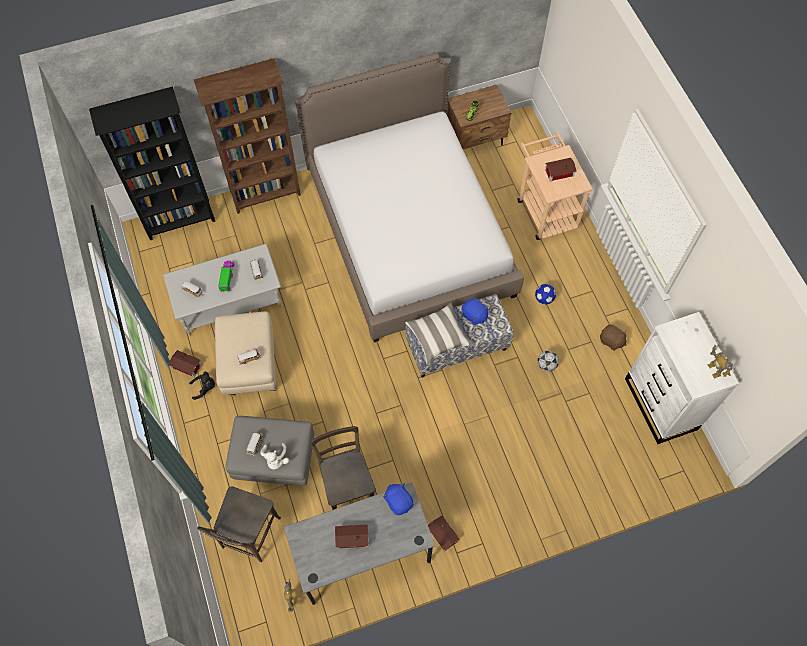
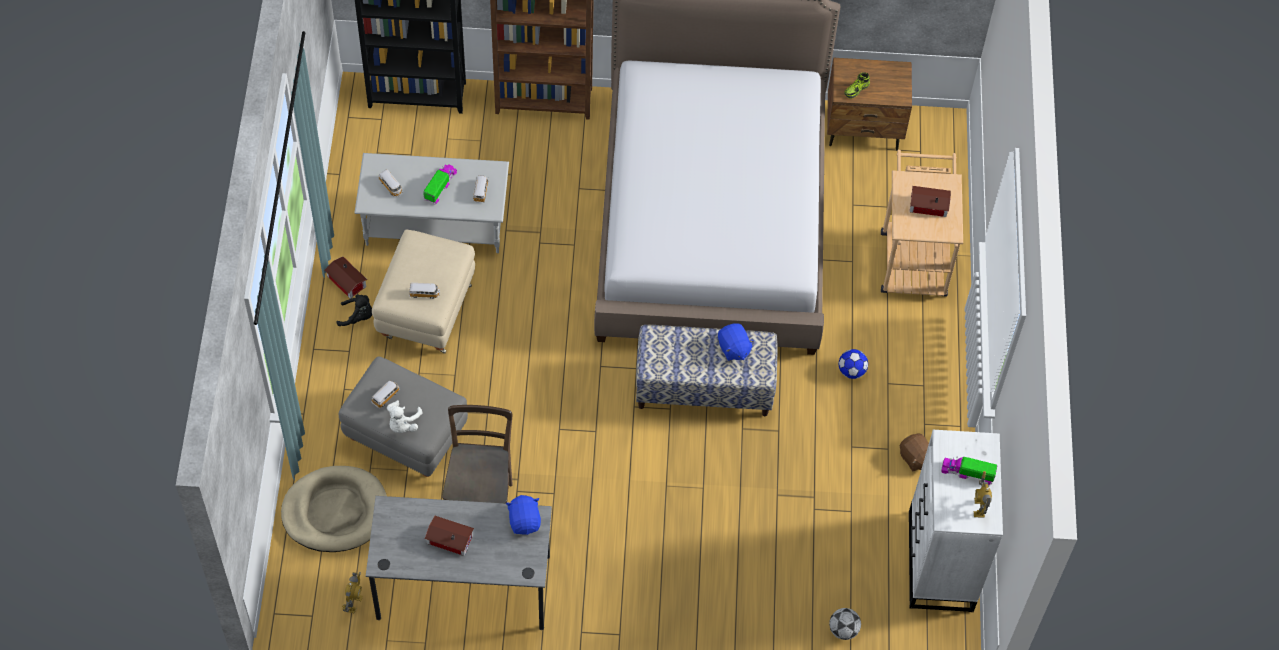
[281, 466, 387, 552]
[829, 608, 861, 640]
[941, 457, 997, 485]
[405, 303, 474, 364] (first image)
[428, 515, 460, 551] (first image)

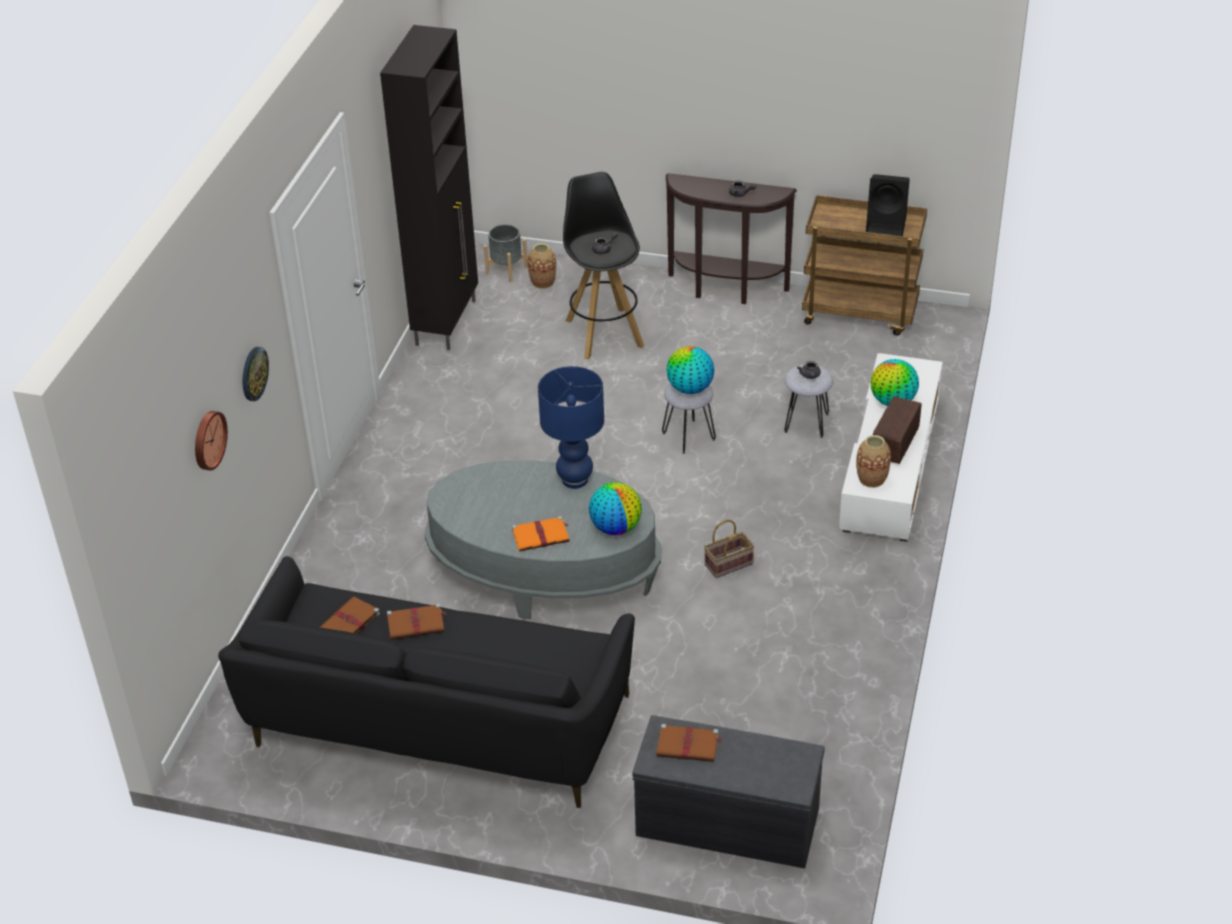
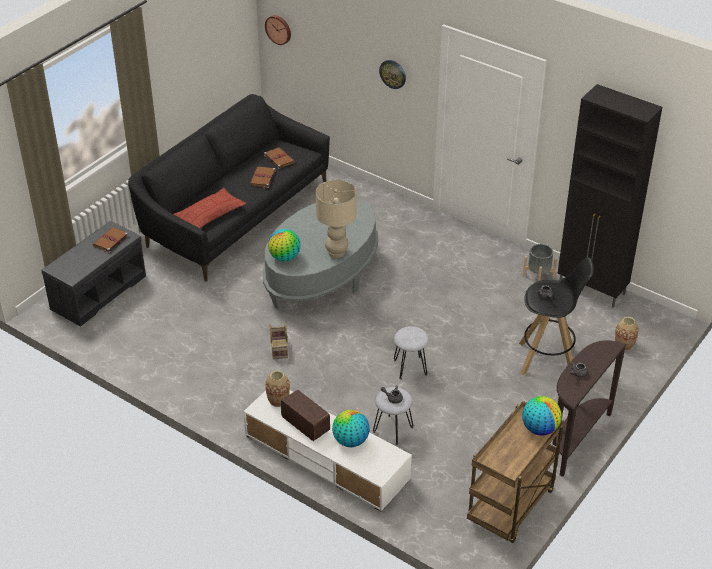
[174, 188, 247, 228]
[265, 15, 291, 45]
[315, 180, 357, 258]
[522, 396, 562, 436]
[523, 244, 557, 281]
[512, 516, 569, 551] (first image)
[866, 174, 910, 236] (first image)

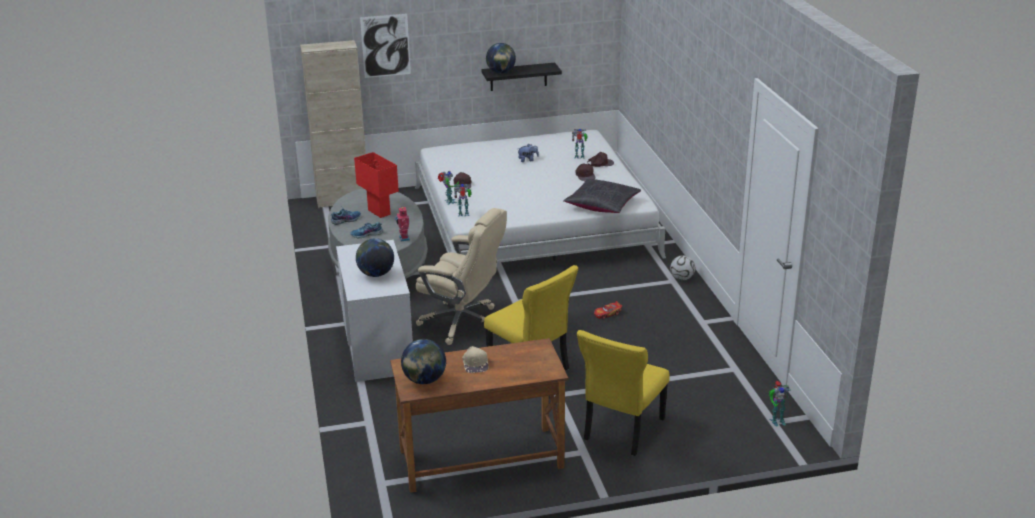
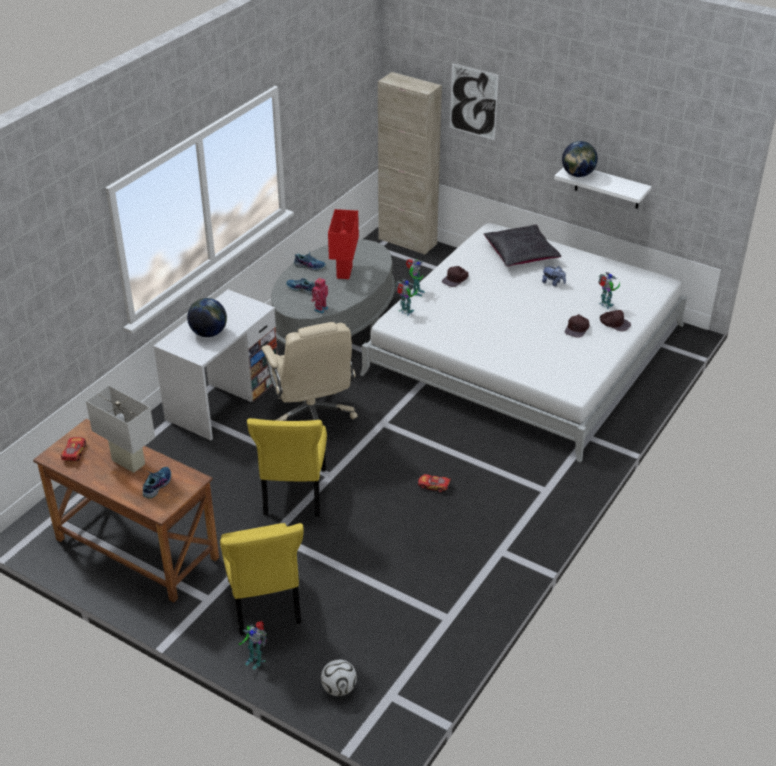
[61, 437, 86, 461]
[86, 385, 155, 473]
[143, 467, 171, 499]
[220, 523, 304, 636]
[239, 621, 267, 670]
[321, 659, 357, 696]
[484, 225, 561, 266]
[554, 167, 652, 209]

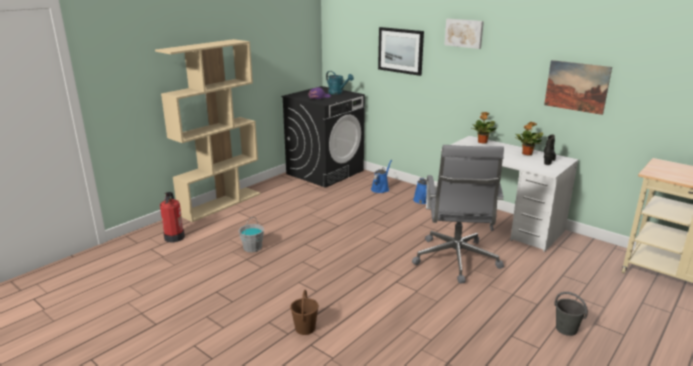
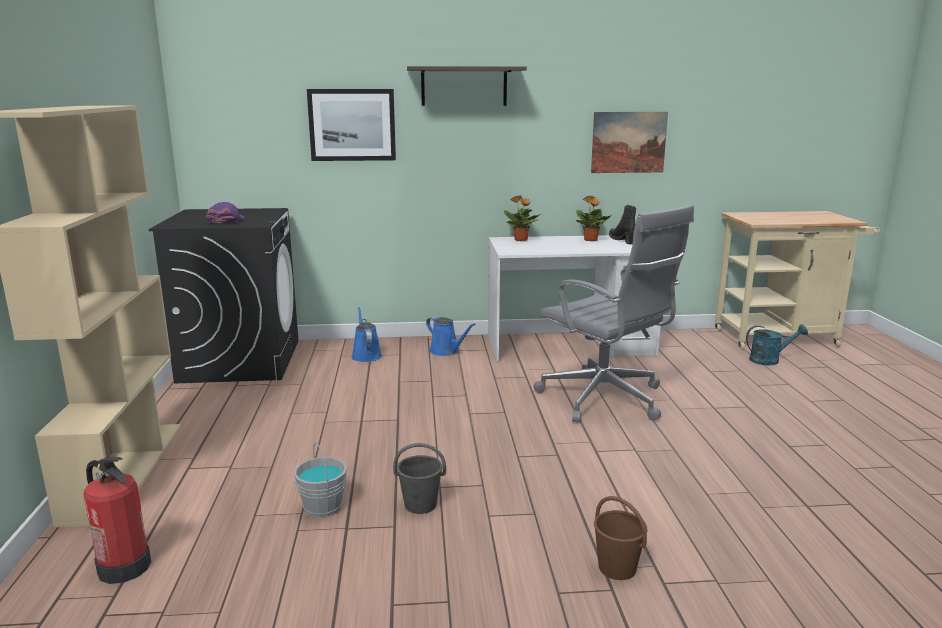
[393, 443, 446, 514]
[407, 66, 527, 106]
[746, 324, 808, 365]

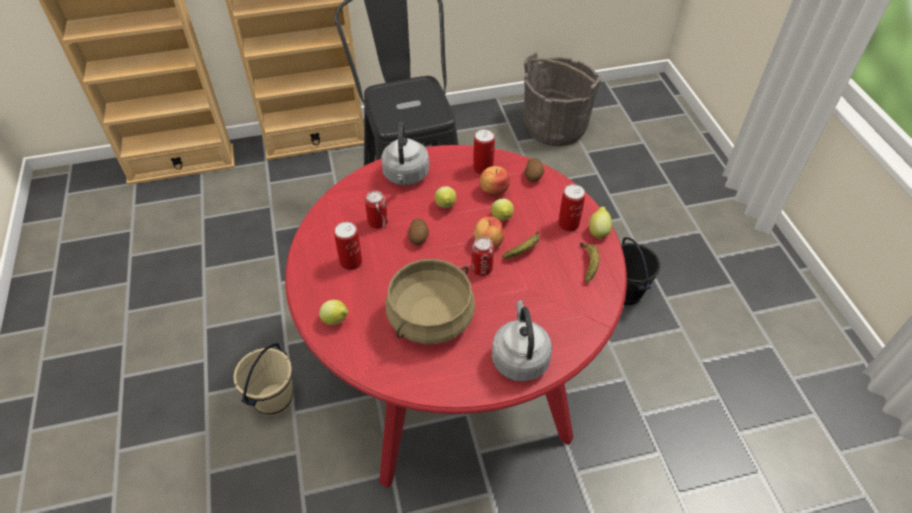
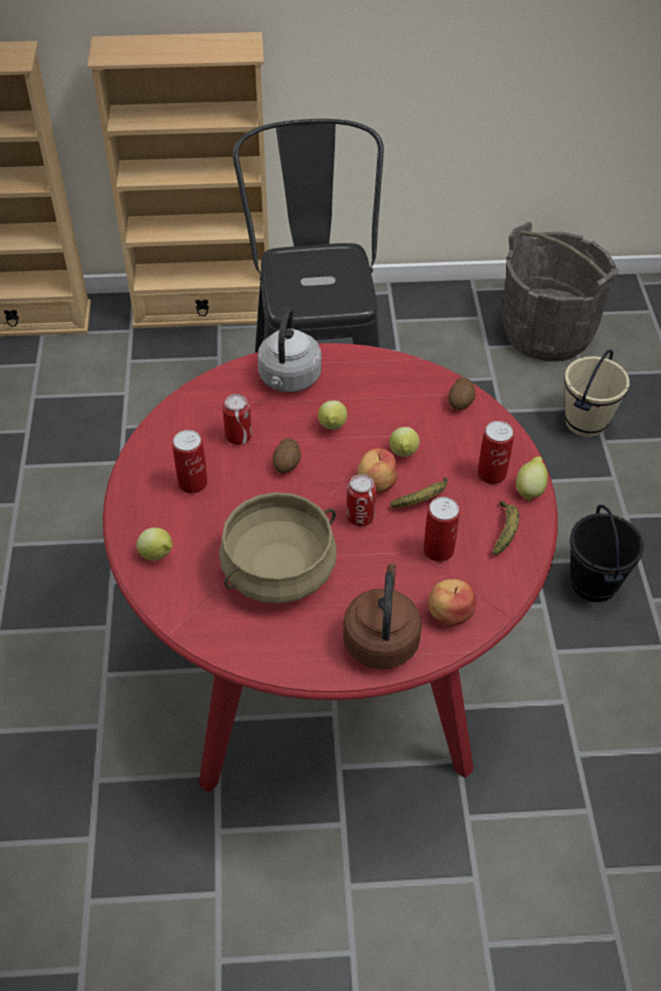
[343, 564, 422, 669]
[424, 497, 460, 562]
[428, 579, 477, 626]
[564, 350, 630, 437]

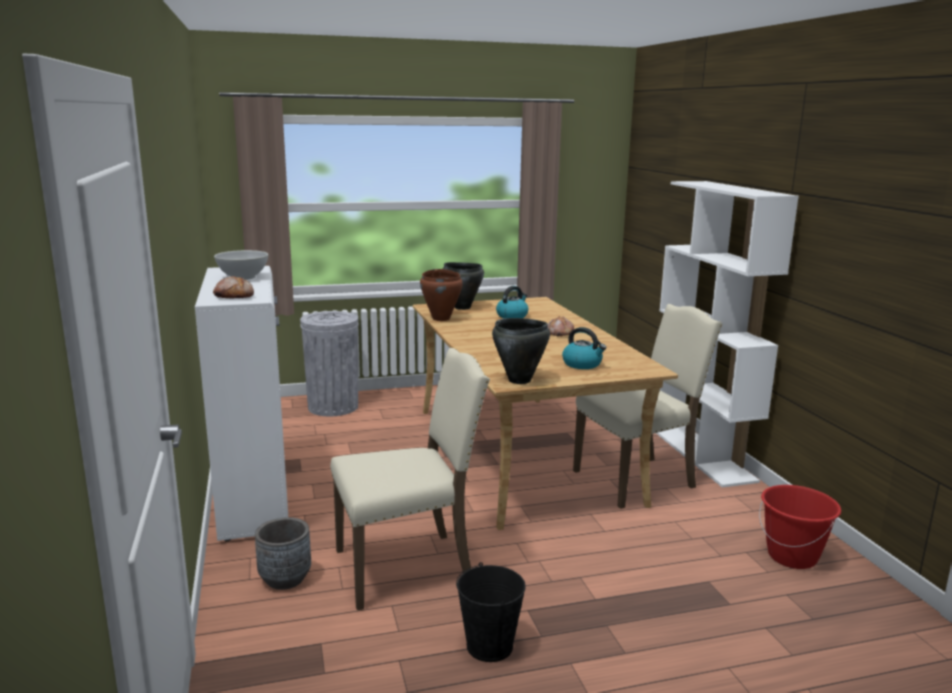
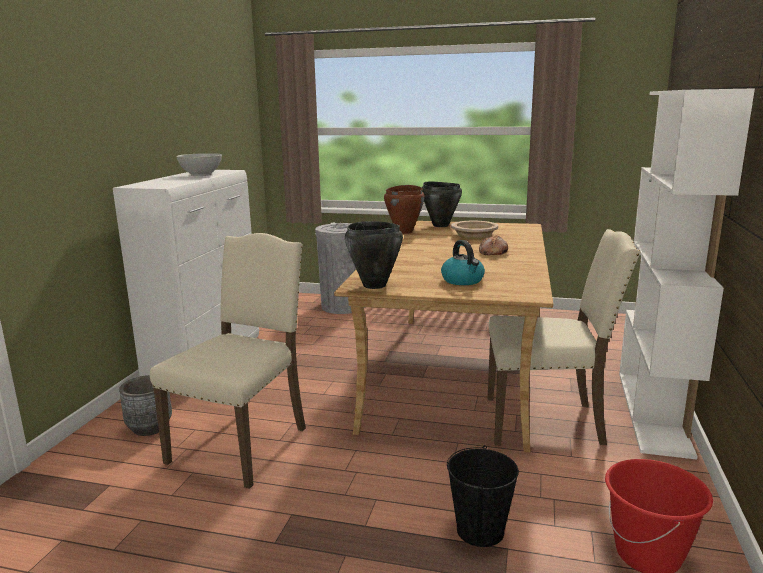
[150, 233, 306, 489]
[447, 445, 519, 547]
[451, 221, 498, 239]
[213, 276, 254, 299] (first image)

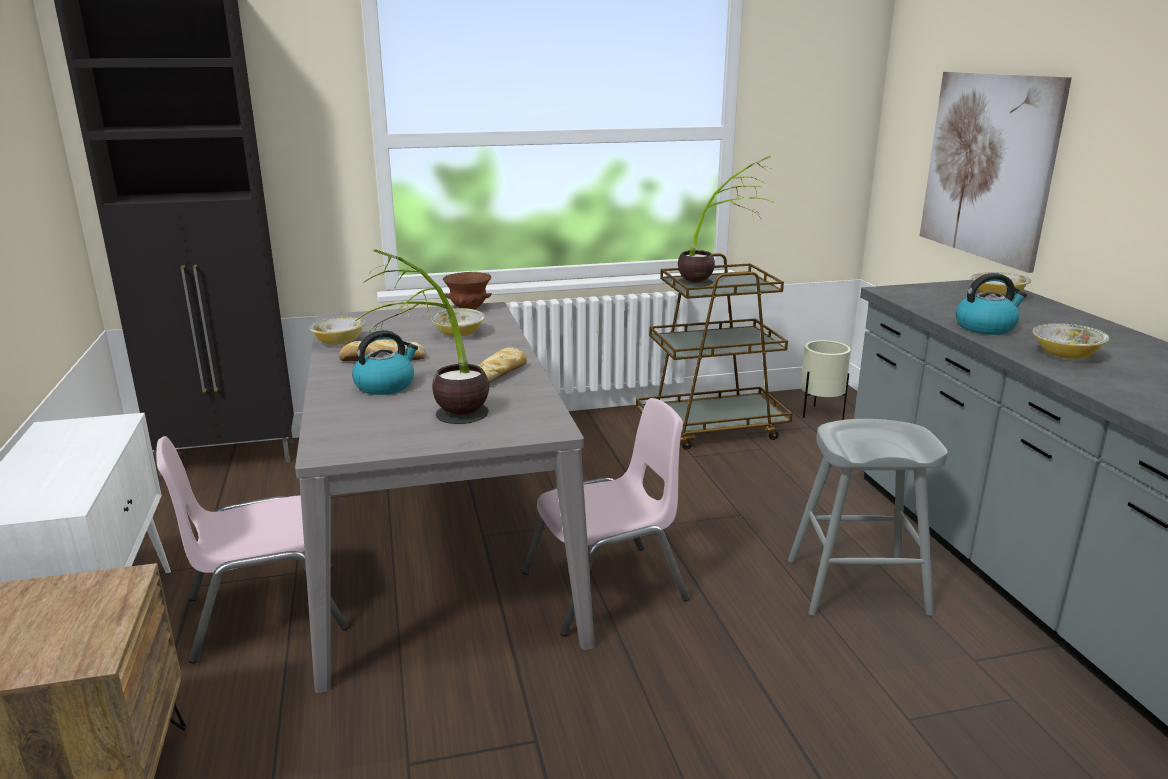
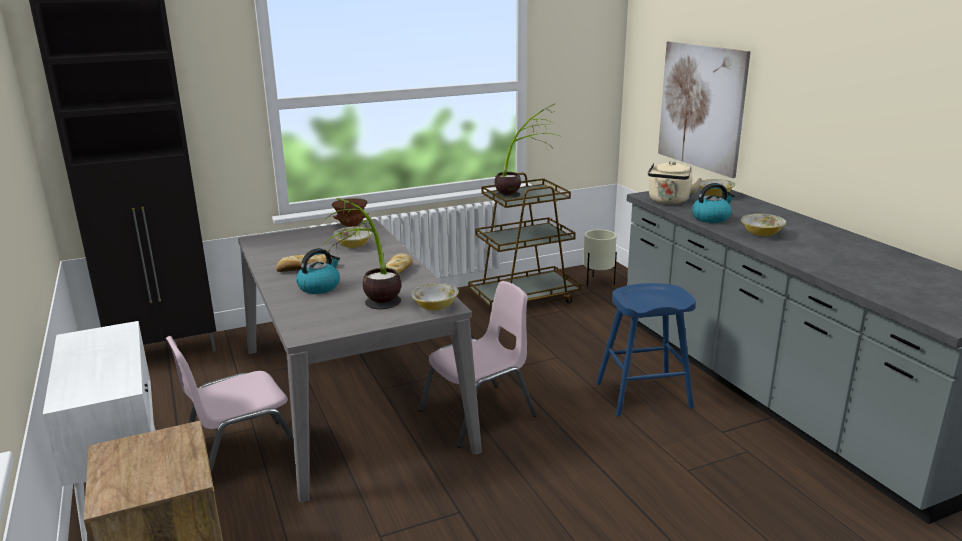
[411, 283, 459, 310]
[596, 283, 696, 417]
[648, 161, 702, 205]

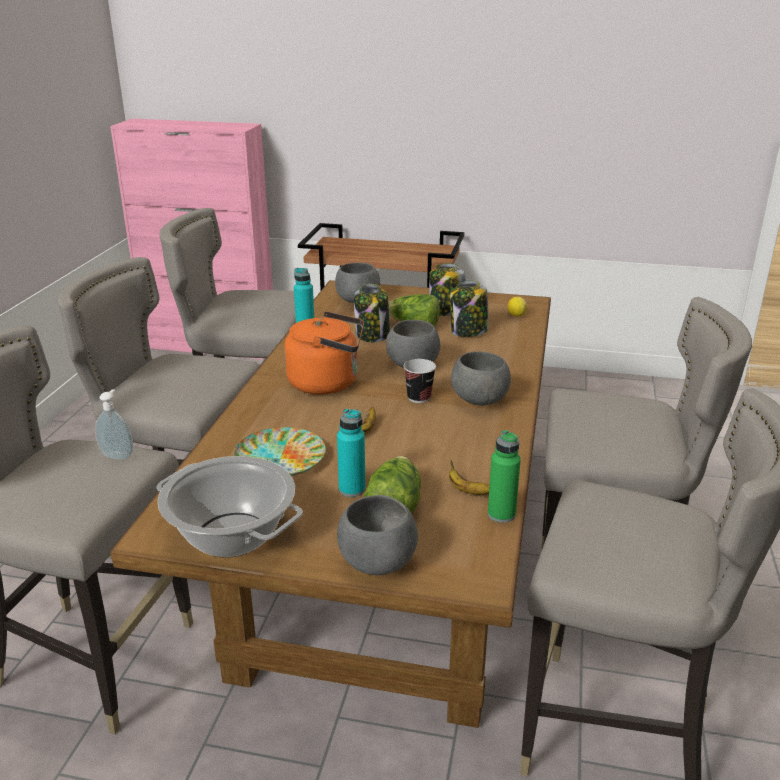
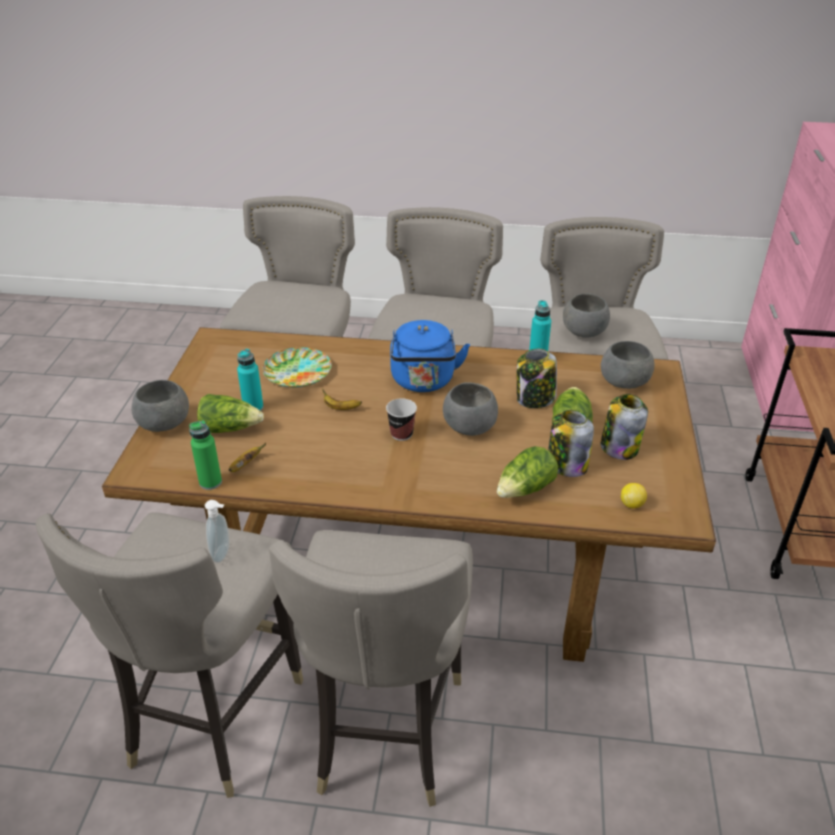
[205, 500, 229, 563]
[390, 320, 470, 392]
[497, 446, 558, 498]
[563, 294, 610, 338]
[156, 456, 303, 558] (first image)

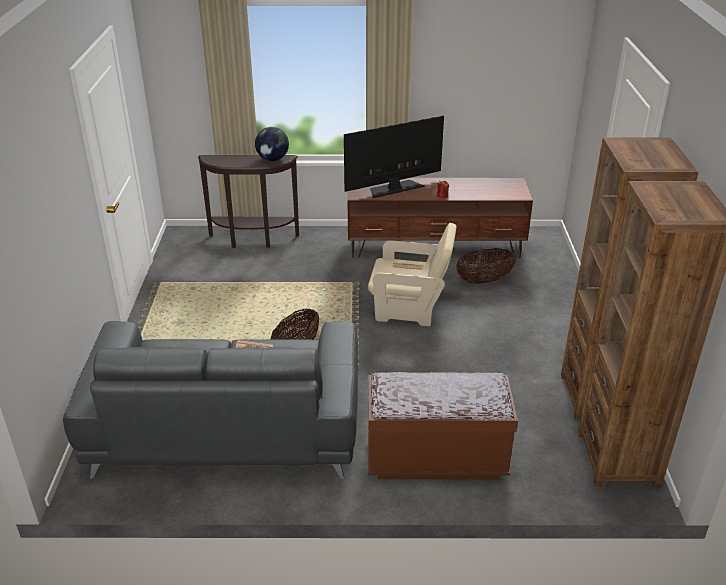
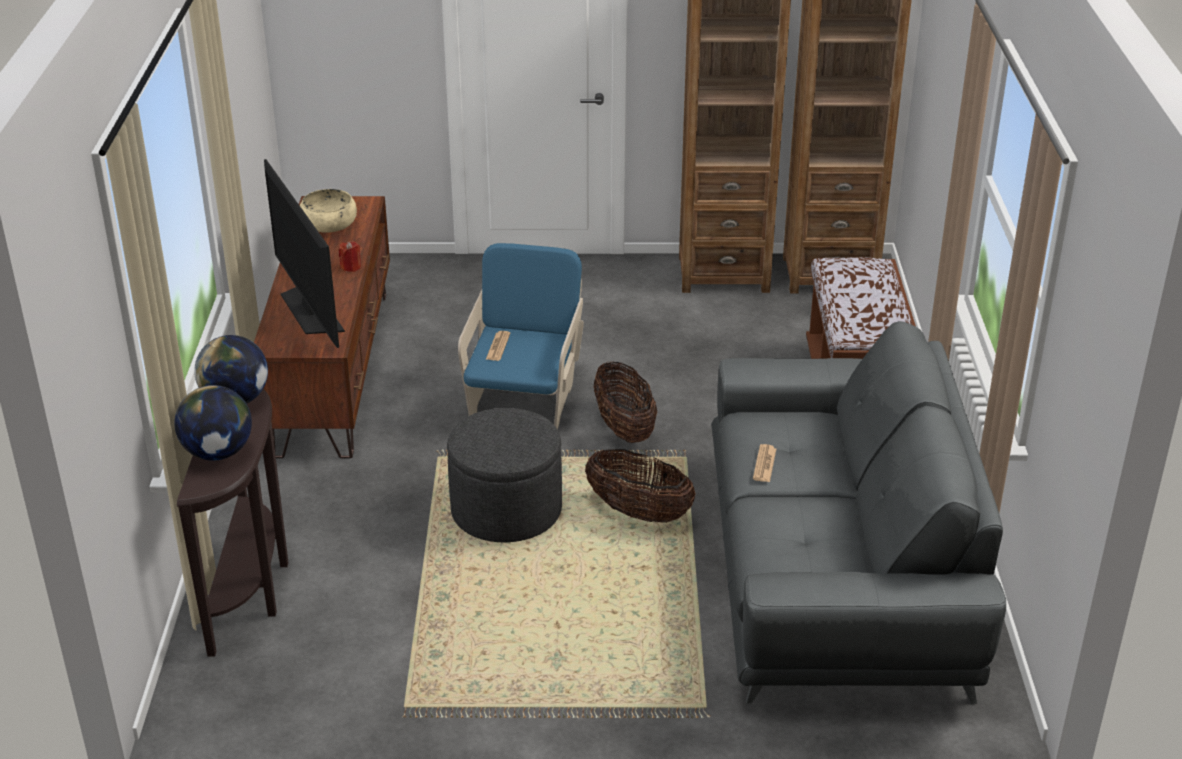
[174, 385, 252, 461]
[300, 189, 357, 232]
[447, 408, 562, 542]
[458, 243, 584, 429]
[593, 362, 657, 443]

